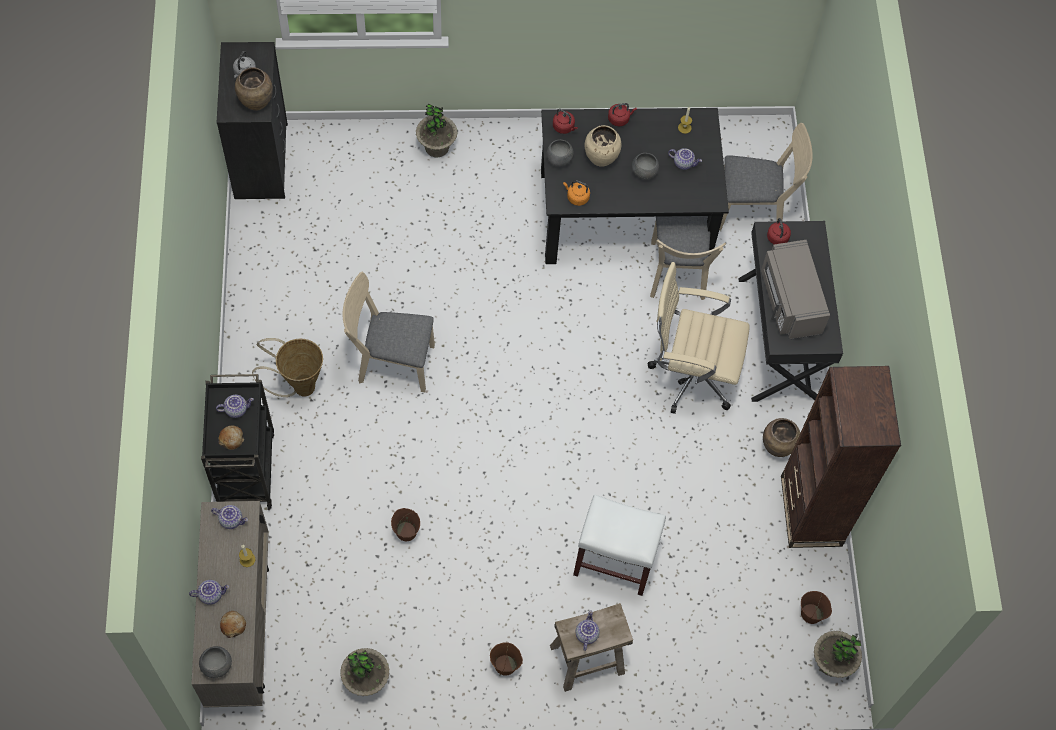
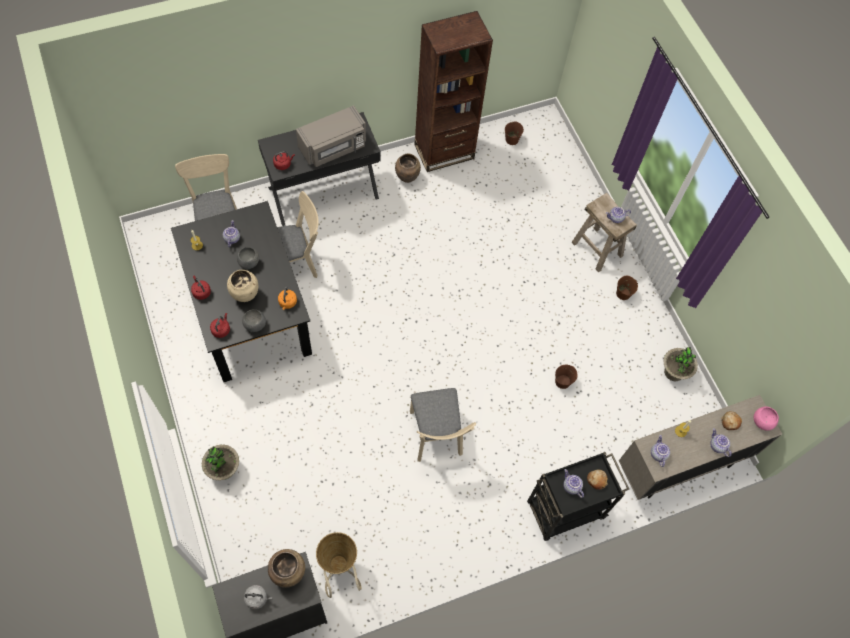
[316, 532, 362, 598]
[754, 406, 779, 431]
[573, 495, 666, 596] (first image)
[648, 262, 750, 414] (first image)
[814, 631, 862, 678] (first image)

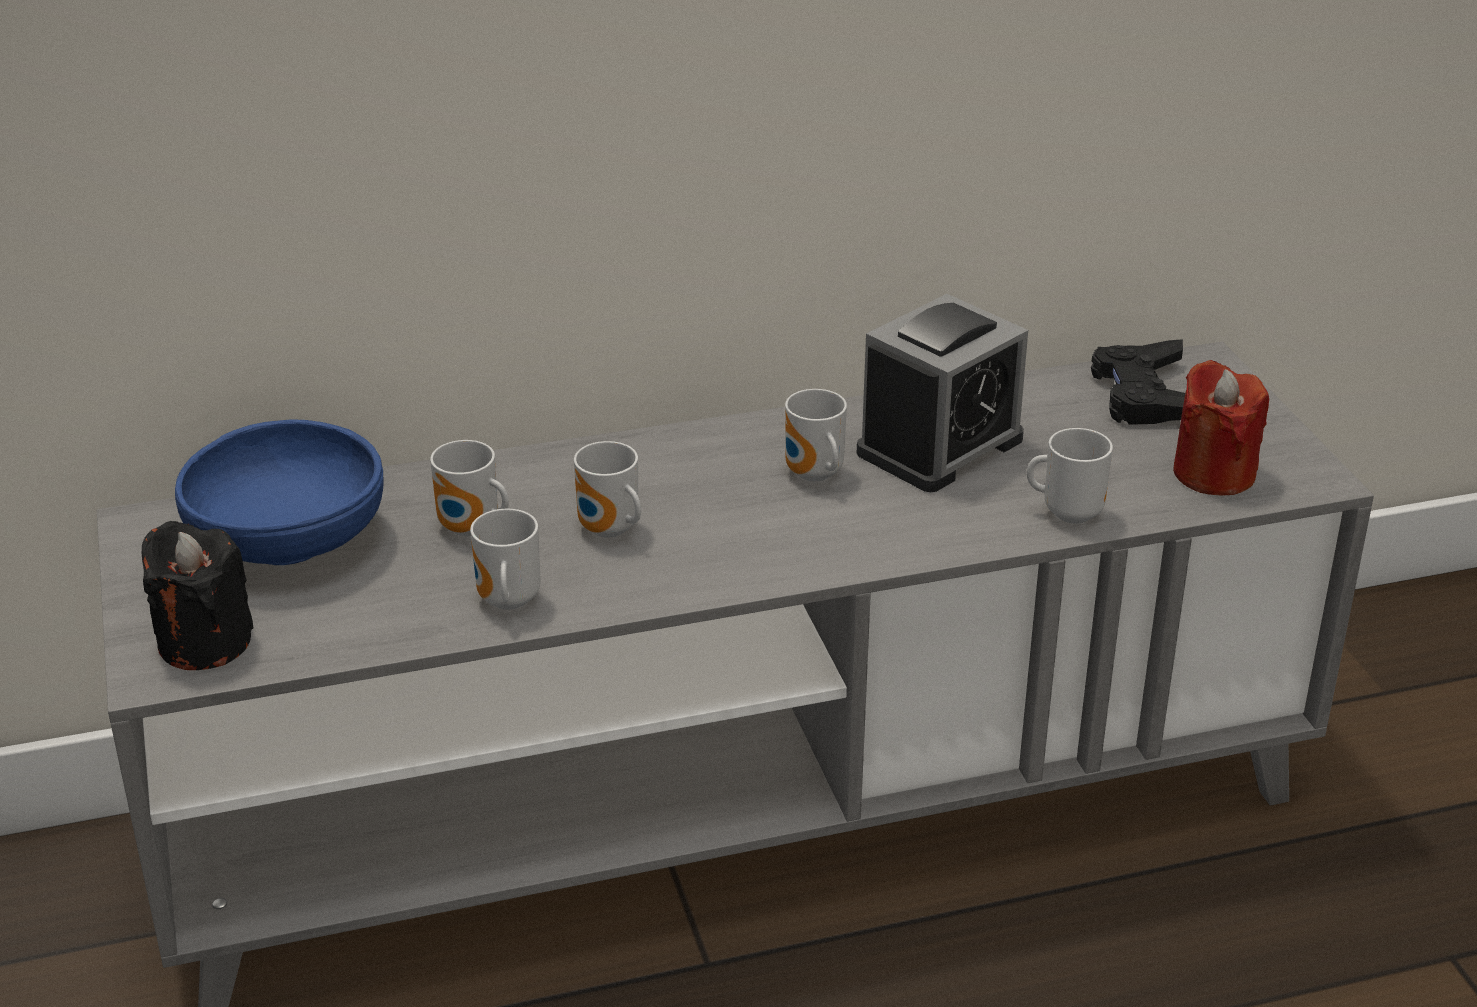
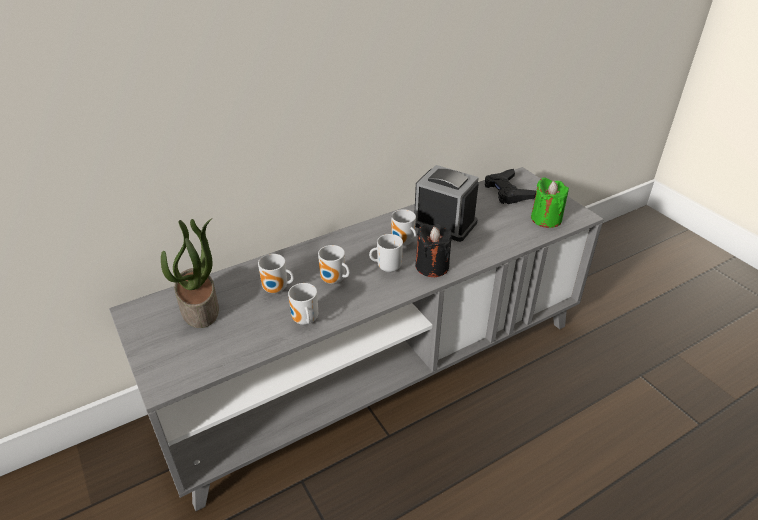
[161, 219, 219, 328]
[369, 234, 403, 272]
[415, 165, 479, 242]
[415, 223, 452, 277]
[531, 177, 569, 228]

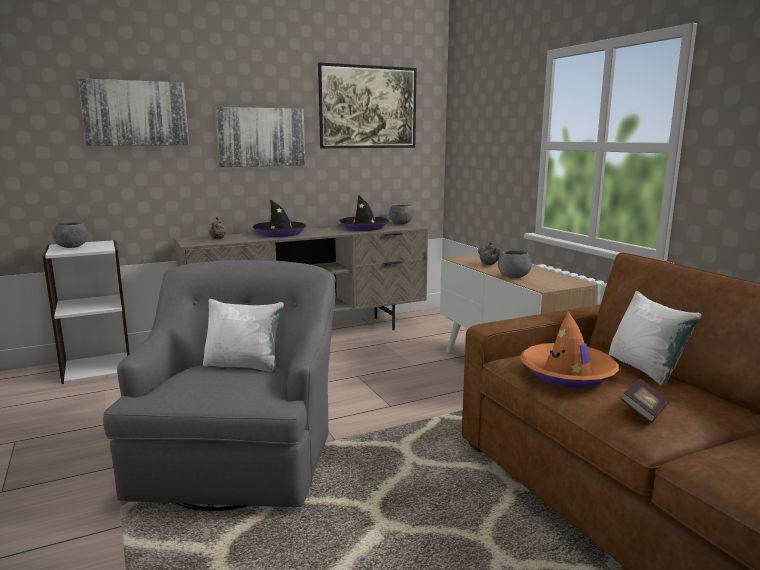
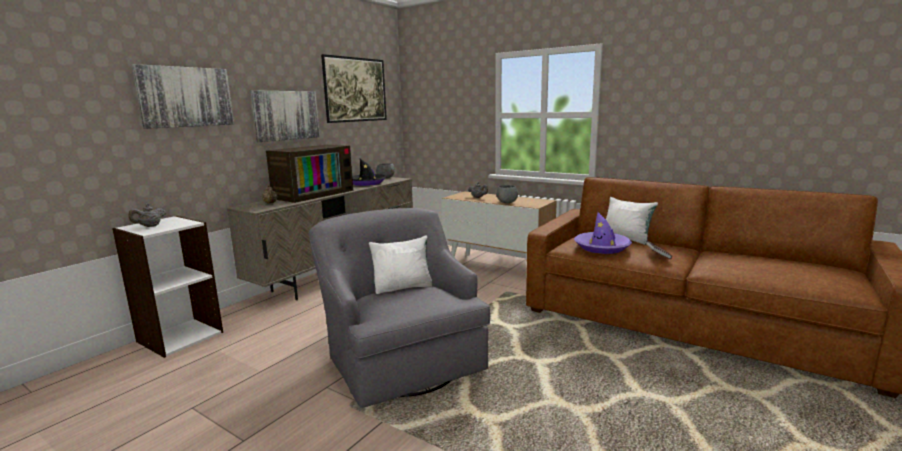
[128, 204, 166, 227]
[266, 145, 353, 203]
[574, 212, 632, 254]

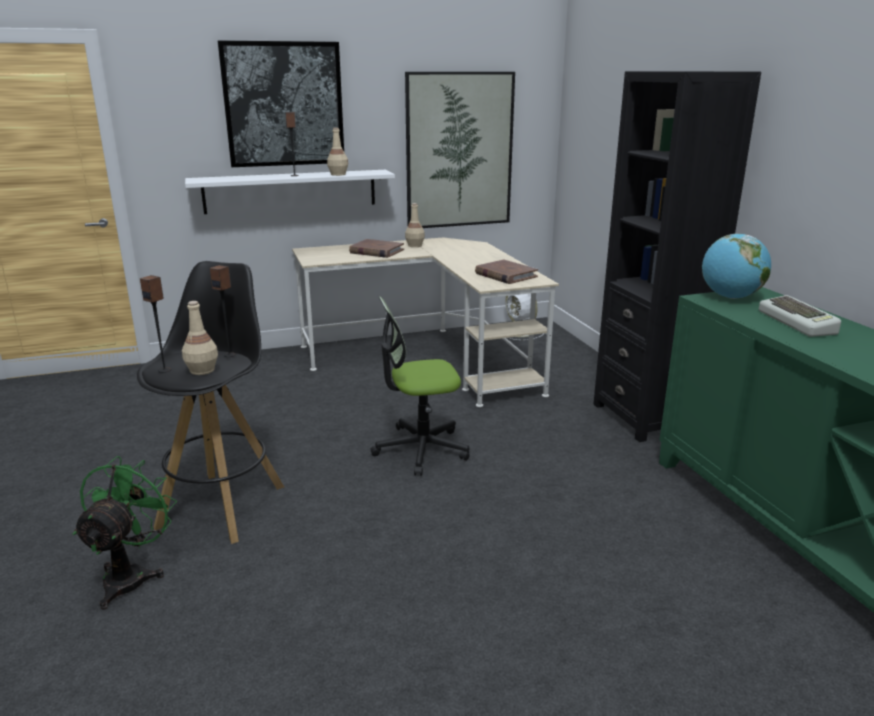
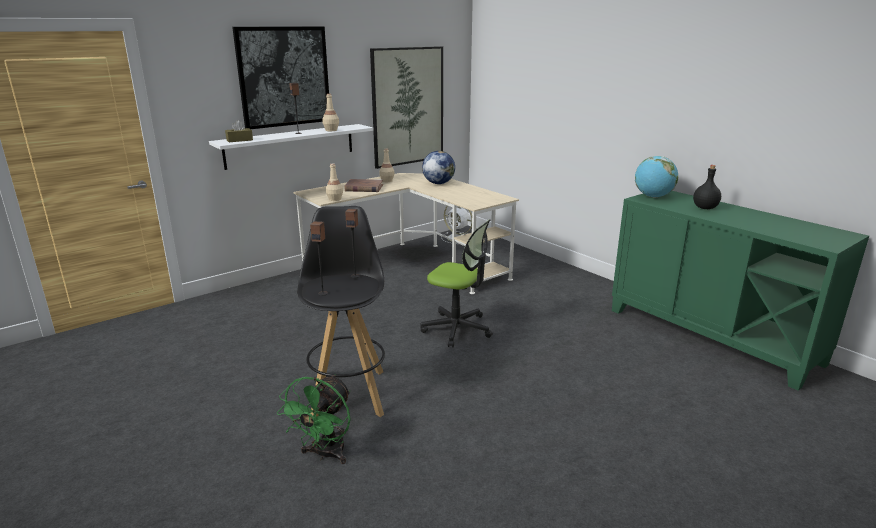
[225, 120, 253, 142]
[277, 374, 351, 464]
[326, 163, 343, 201]
[420, 219, 493, 347]
[422, 151, 455, 184]
[693, 165, 721, 209]
[475, 260, 538, 284] (first image)
[594, 71, 761, 442] (first image)

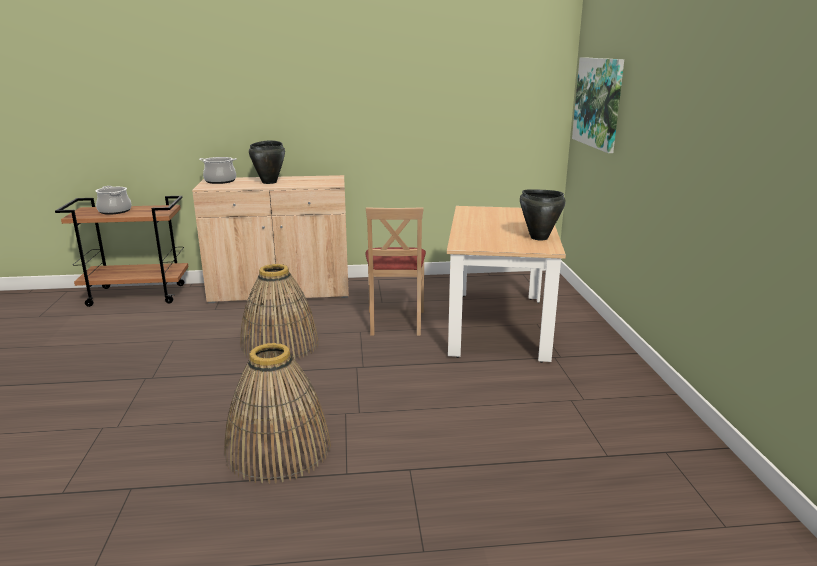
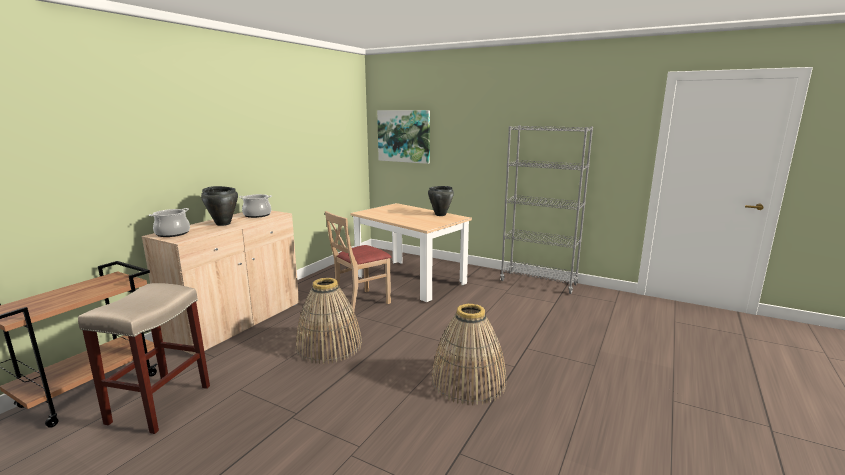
[78, 283, 210, 434]
[239, 194, 272, 218]
[325, 211, 392, 313]
[500, 125, 593, 294]

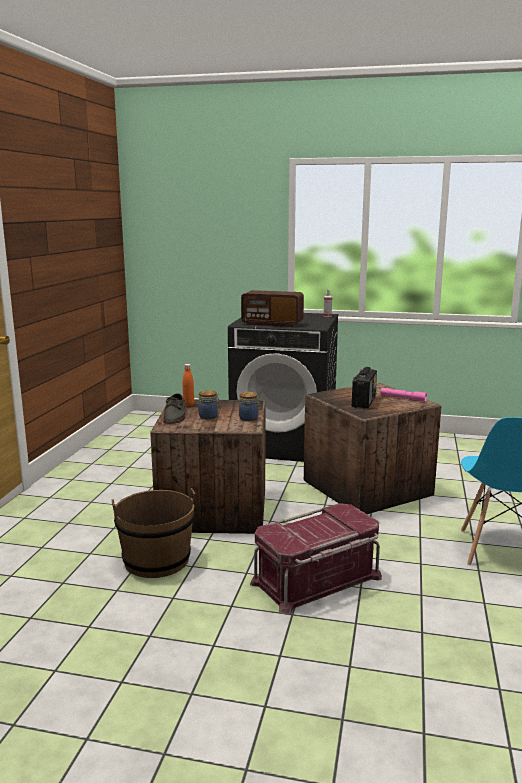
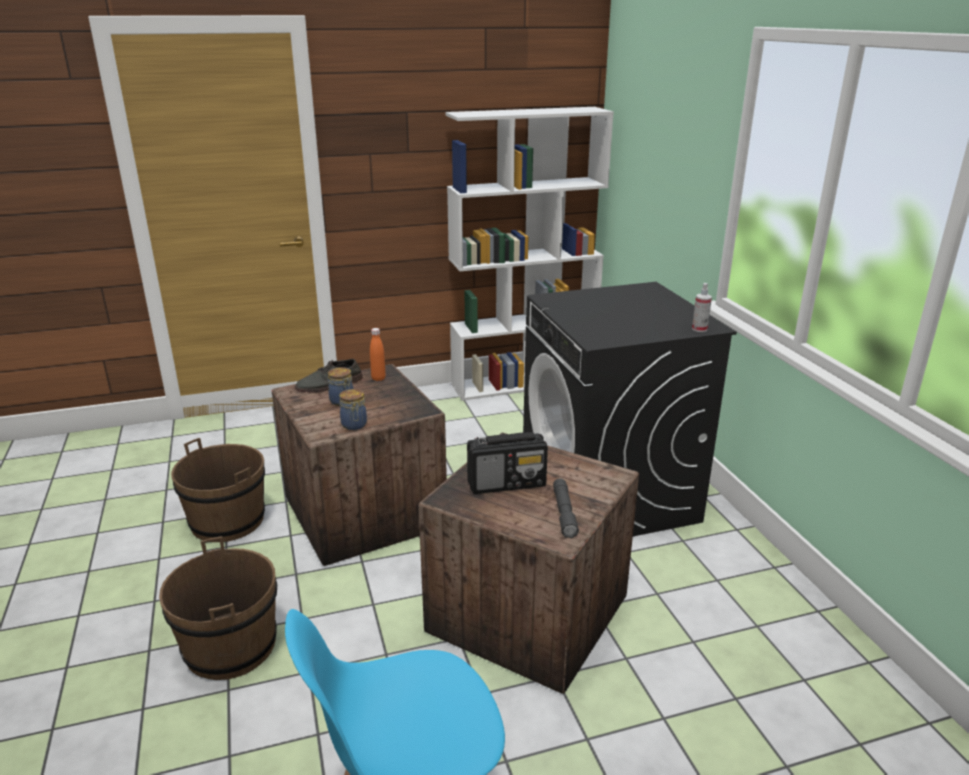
[159, 536, 277, 680]
[445, 107, 614, 401]
[553, 479, 579, 538]
[241, 290, 304, 327] (first image)

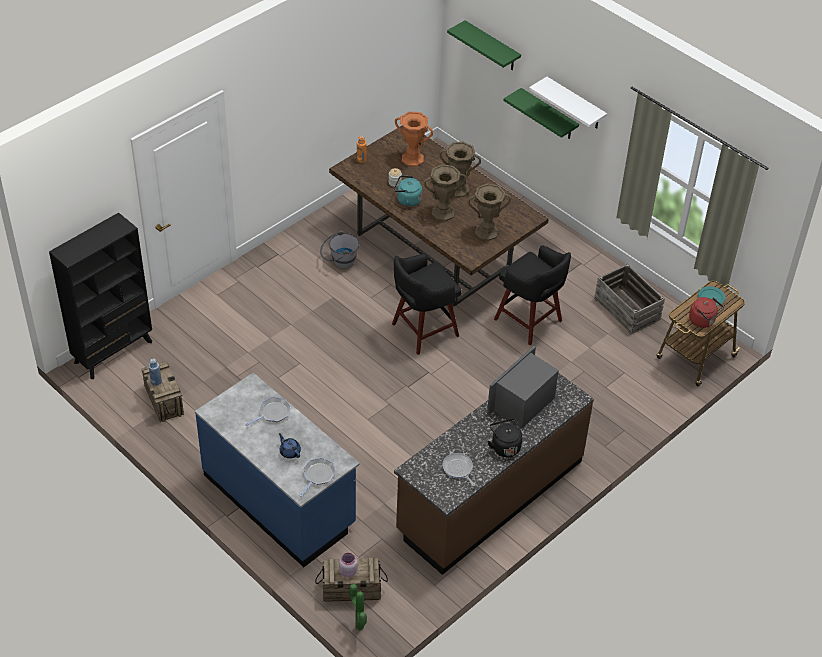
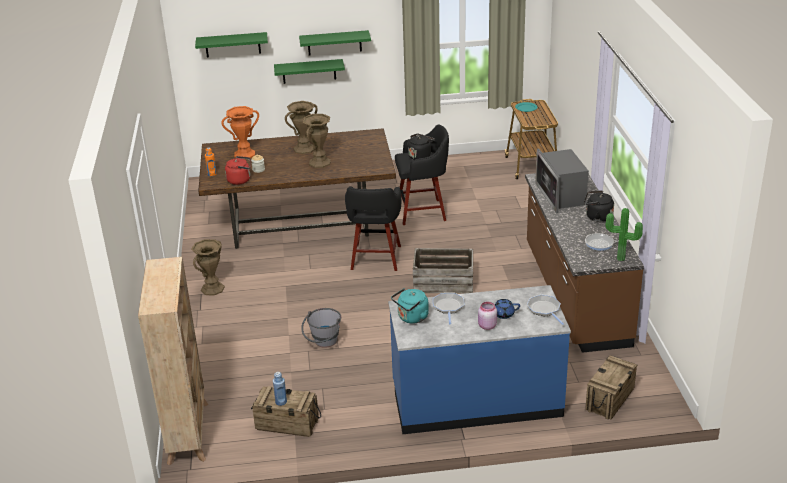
[138, 257, 208, 466]
[191, 239, 225, 296]
[225, 156, 251, 185]
[299, 30, 371, 55]
[301, 308, 341, 348]
[391, 288, 429, 324]
[405, 134, 435, 160]
[413, 248, 473, 294]
[478, 302, 497, 330]
[606, 208, 643, 261]

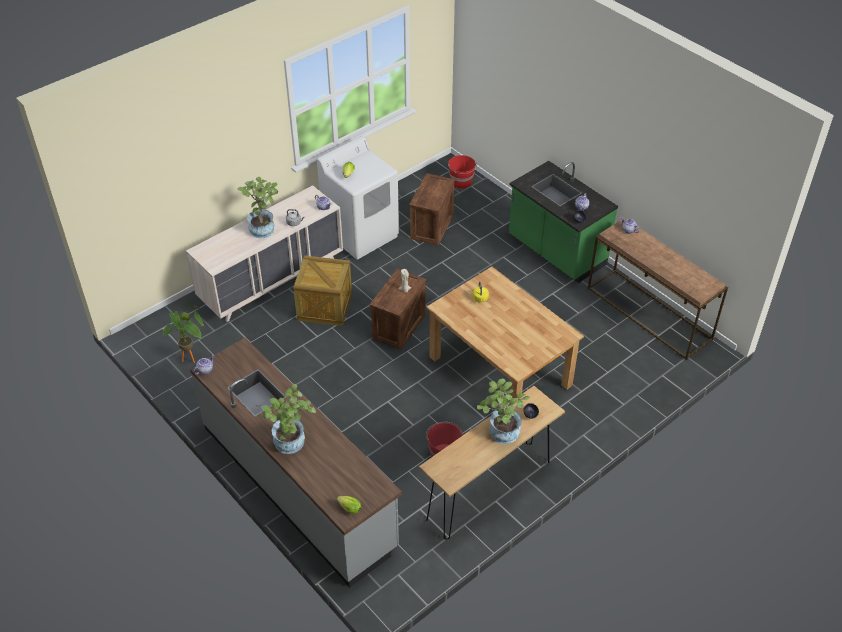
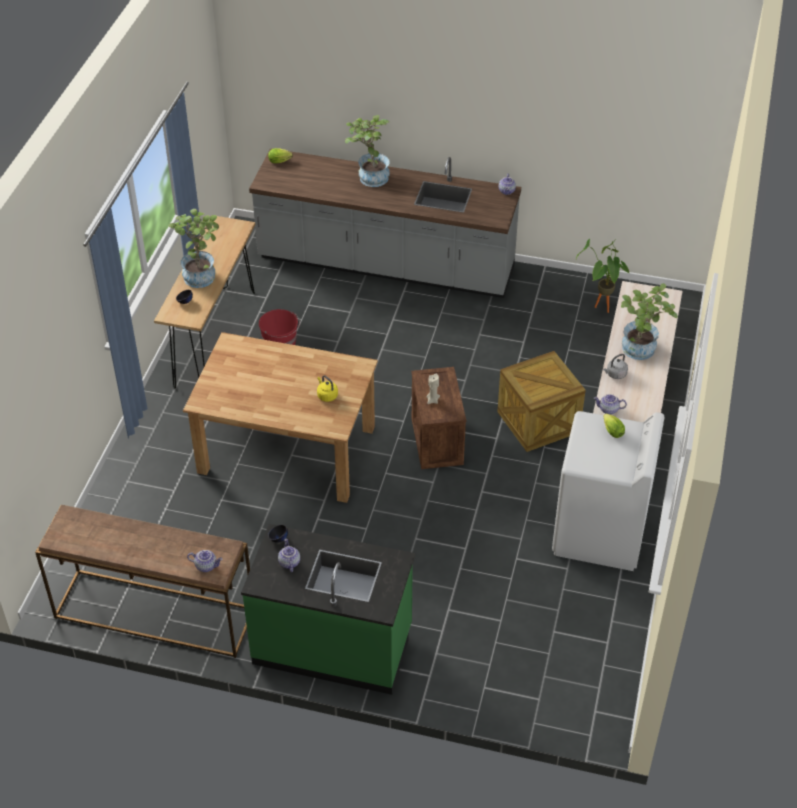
[409, 173, 455, 245] (first image)
[448, 155, 477, 189] (first image)

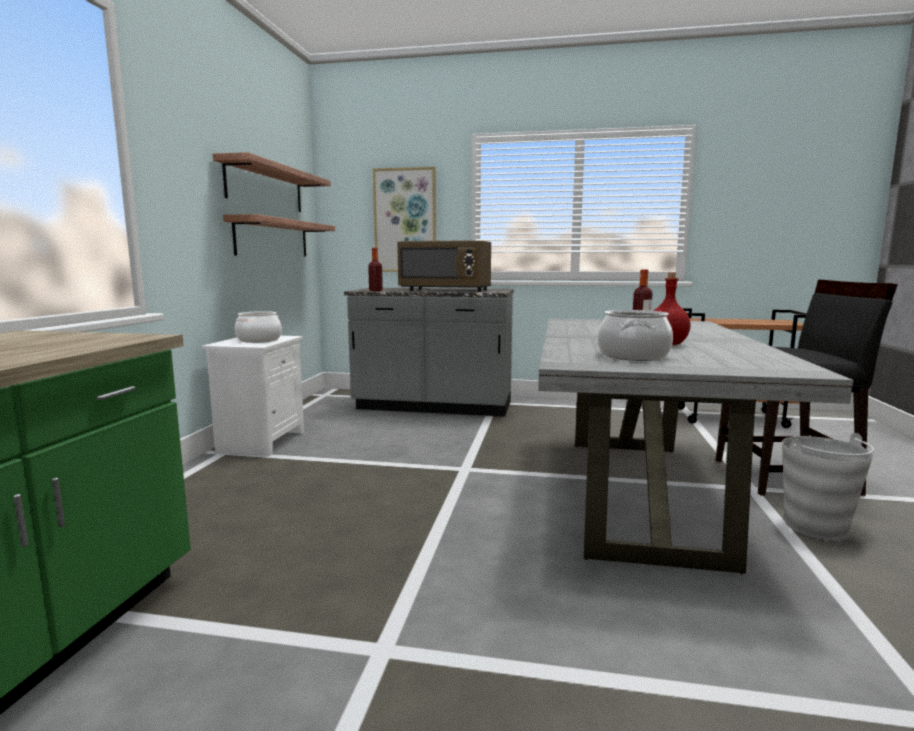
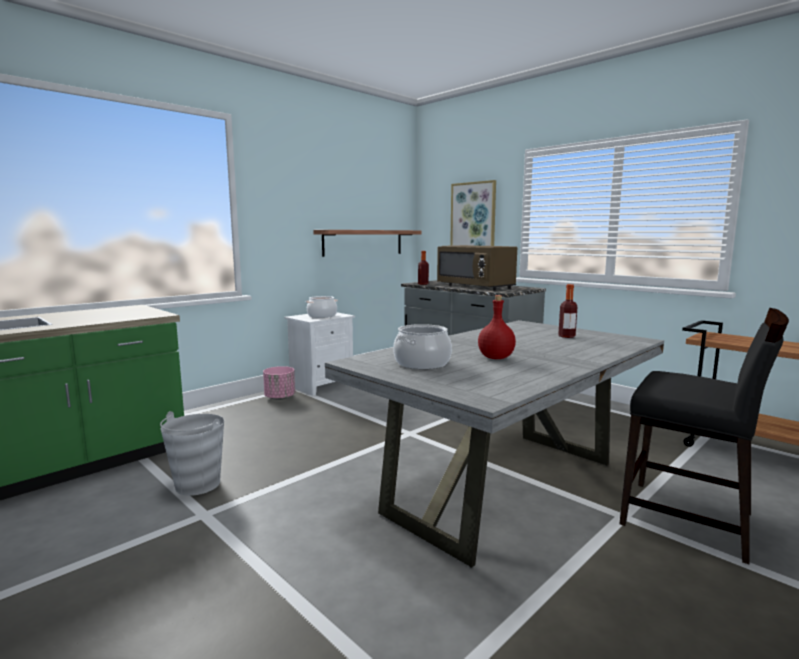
[160, 411, 224, 496]
[263, 366, 295, 400]
[213, 152, 331, 212] (first image)

